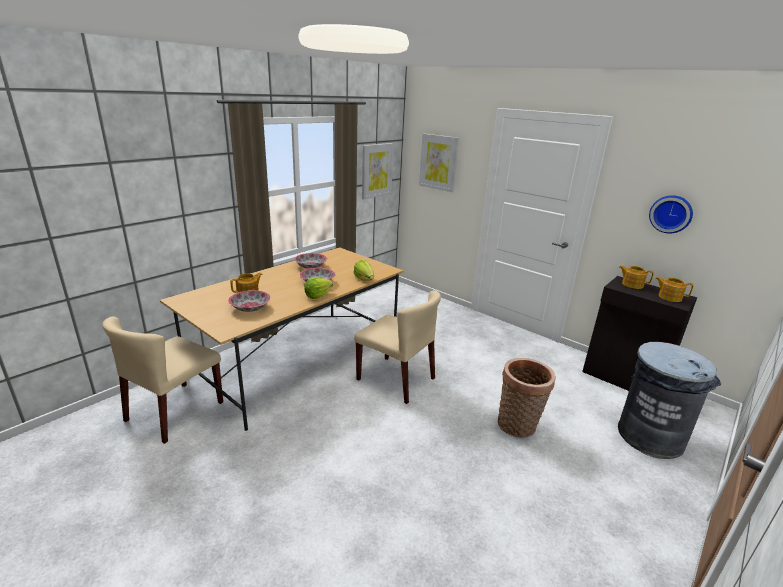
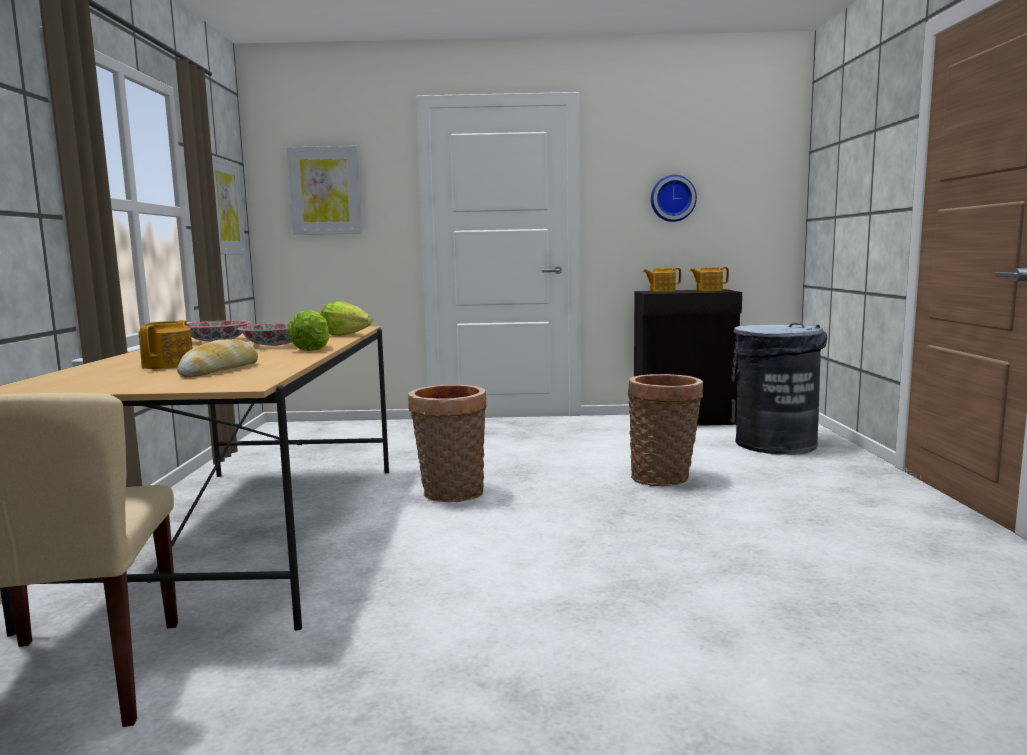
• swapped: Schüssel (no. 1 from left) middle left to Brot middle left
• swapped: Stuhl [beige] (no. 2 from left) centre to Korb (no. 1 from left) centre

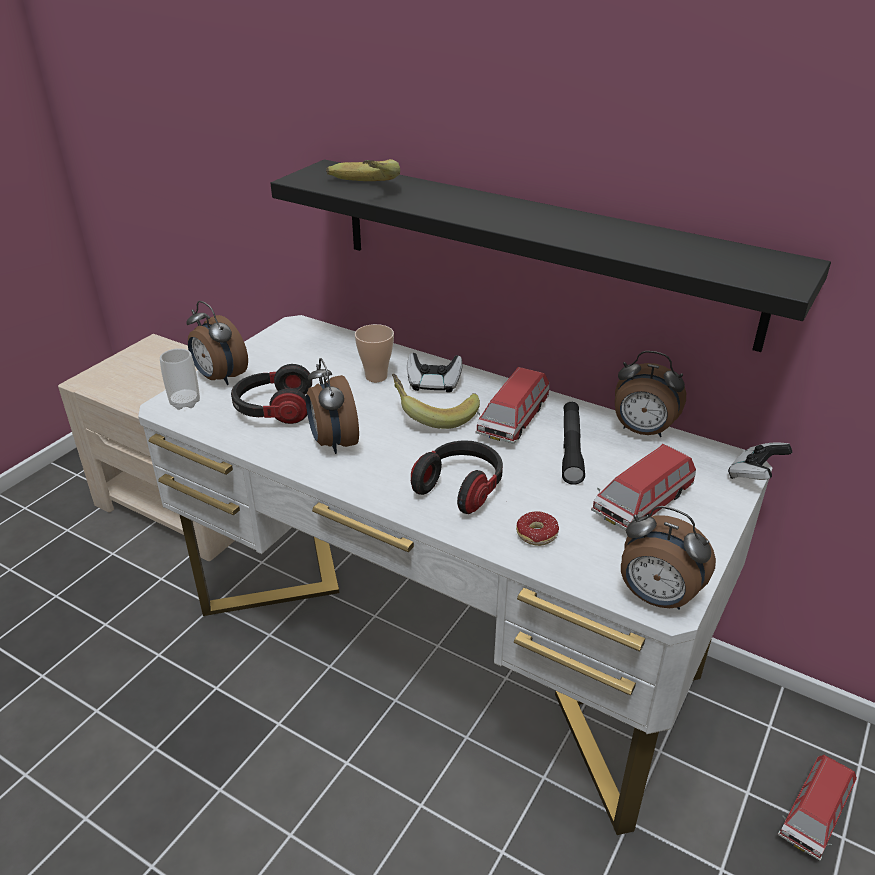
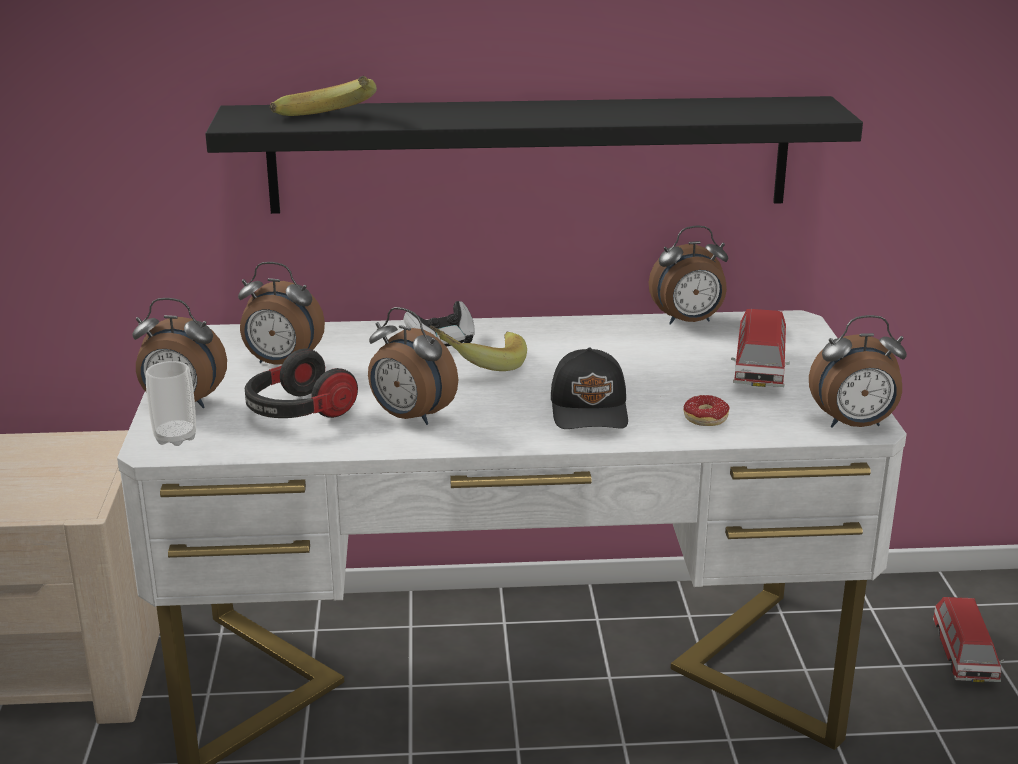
• gone: Tasse (no. 2 from left) centre
• gone: Spielzeugauto (no. 1 from left) centre
• gone: Taschenlampe [schwarz] centre
• gone: Gamepad (no. 2 from left) middle right
• new: Wecker (no. 2 from left) middle left
• swapped: Kopfhörer (no. 2 from left) centre to Kappe [schwarz] centre

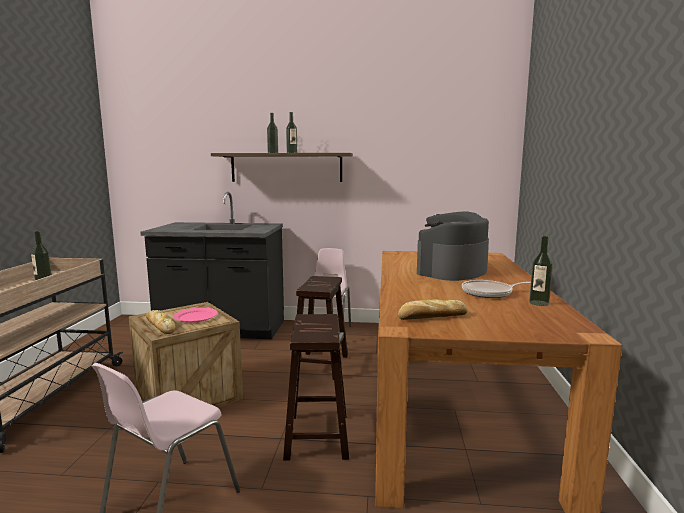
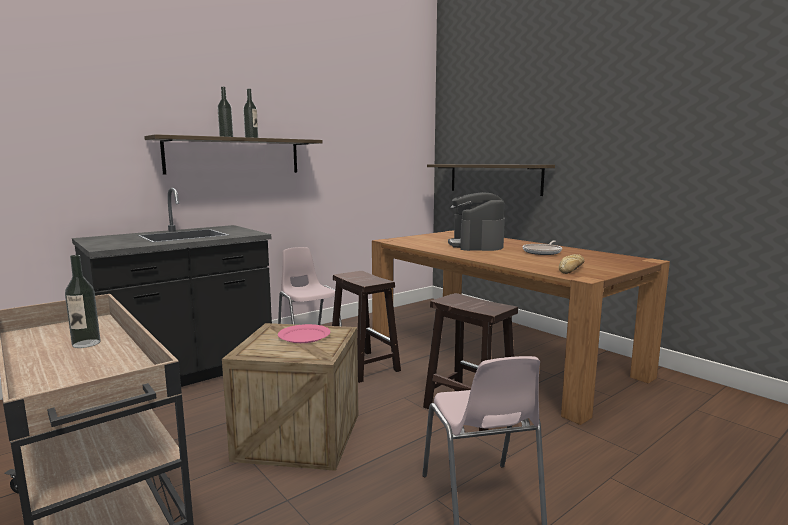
• gone: Brot (no. 1 from left) middle left
• gone: Flasche (no. 4 from left) middle right
• new: Wandregal (no. 2 from left) centre

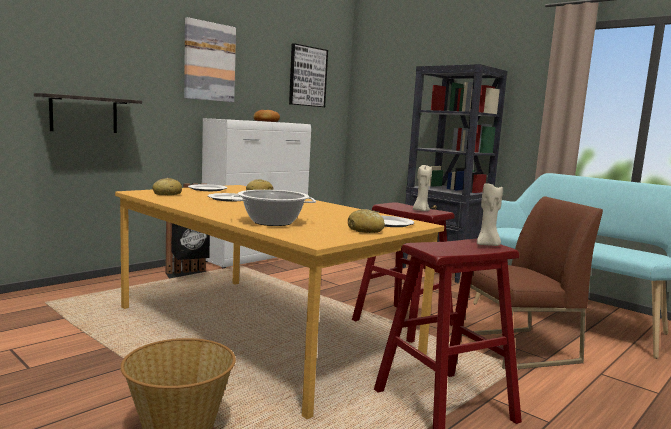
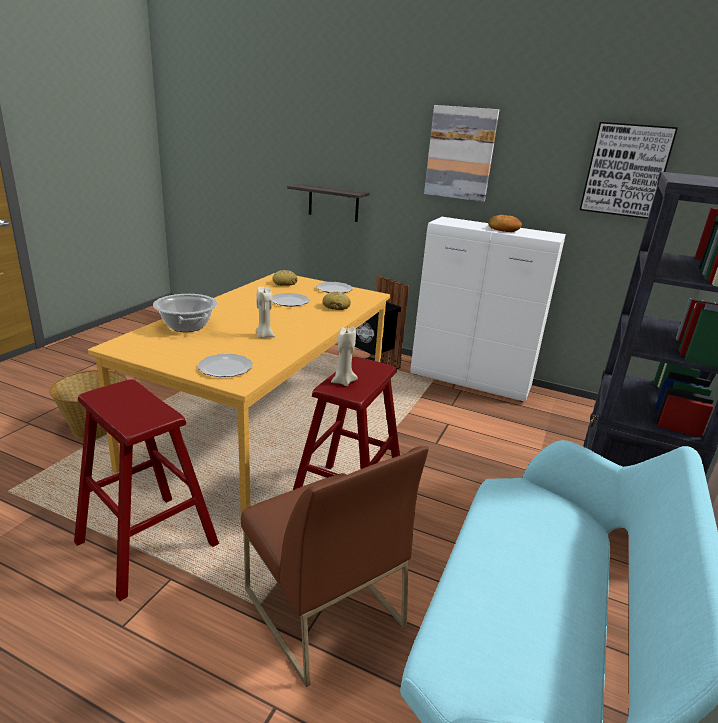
• gone: Brot (no. 4 from left) centre
• shifted: Kerze [beige] (no. 2 from left in the first image) middle right to Kerze [beige] (no. 1 from left) centre

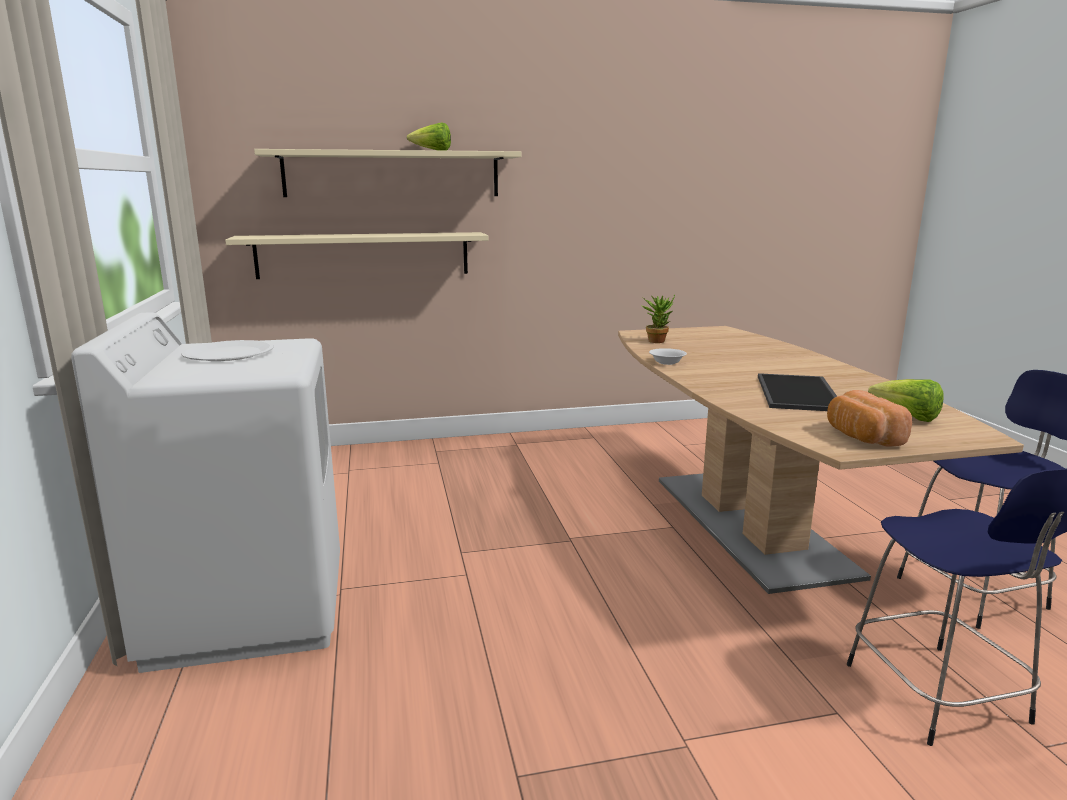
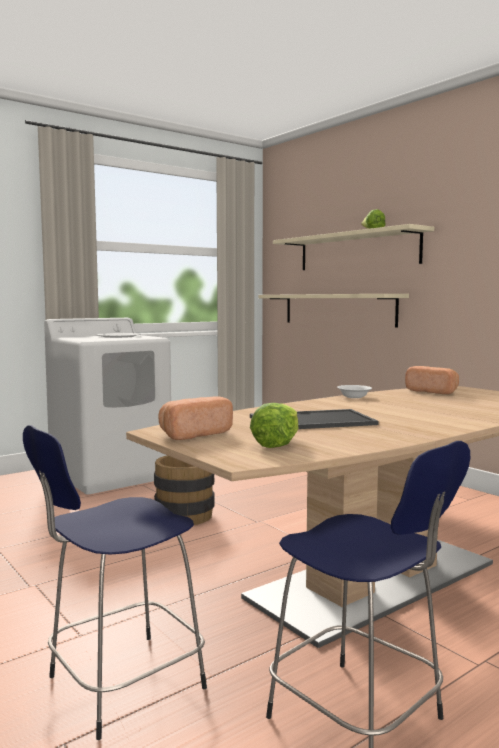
• new: Eimer [braun] centre
• swapped: Topfpflanze centre to Brot (no. 2 from left) middle right

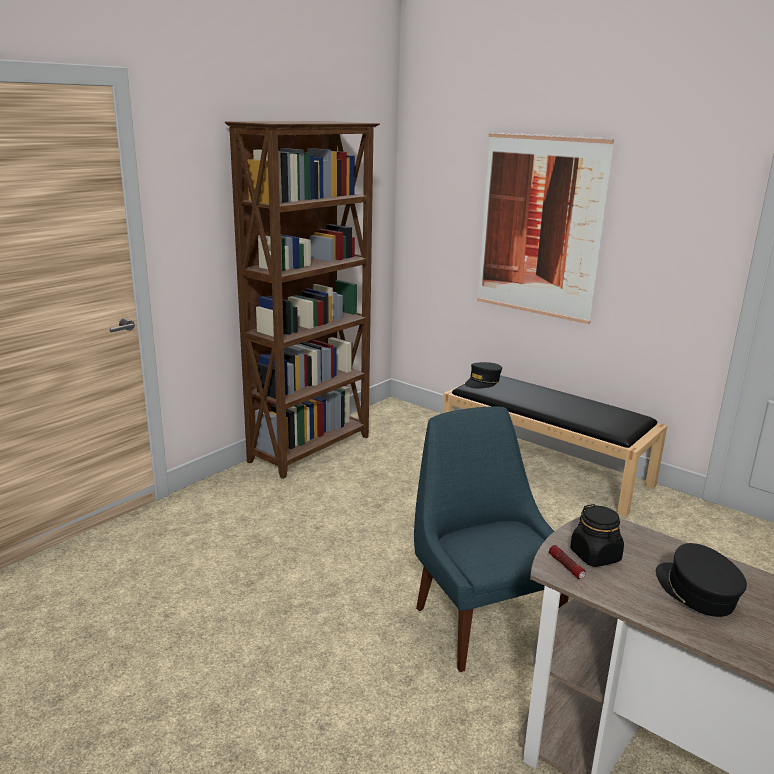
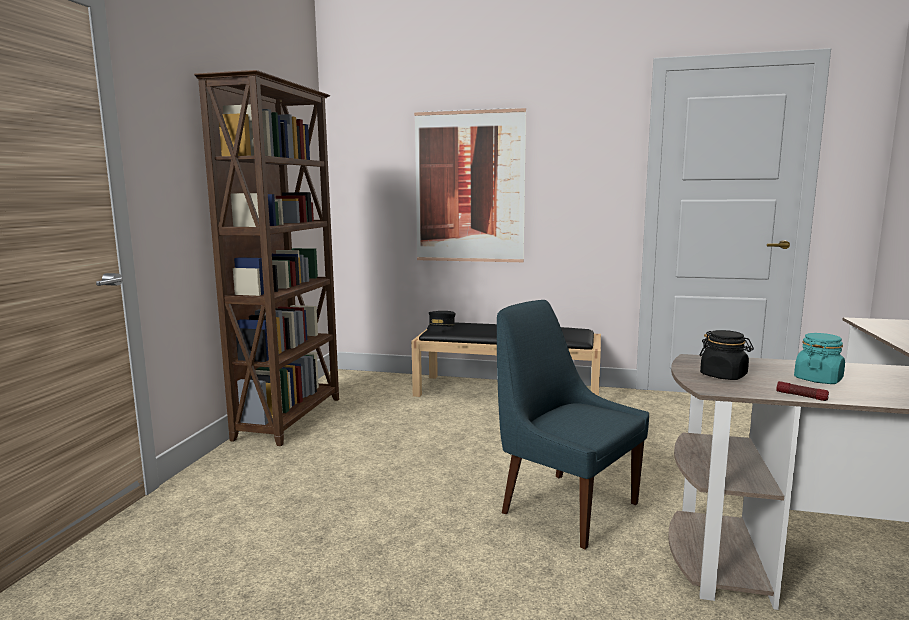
• shifted: Taschenlampe bottom right to middle right
• swapped: Kappe [schwarz] (no. 2 from left) bottom right to Vorratsglas [türkis] middle right

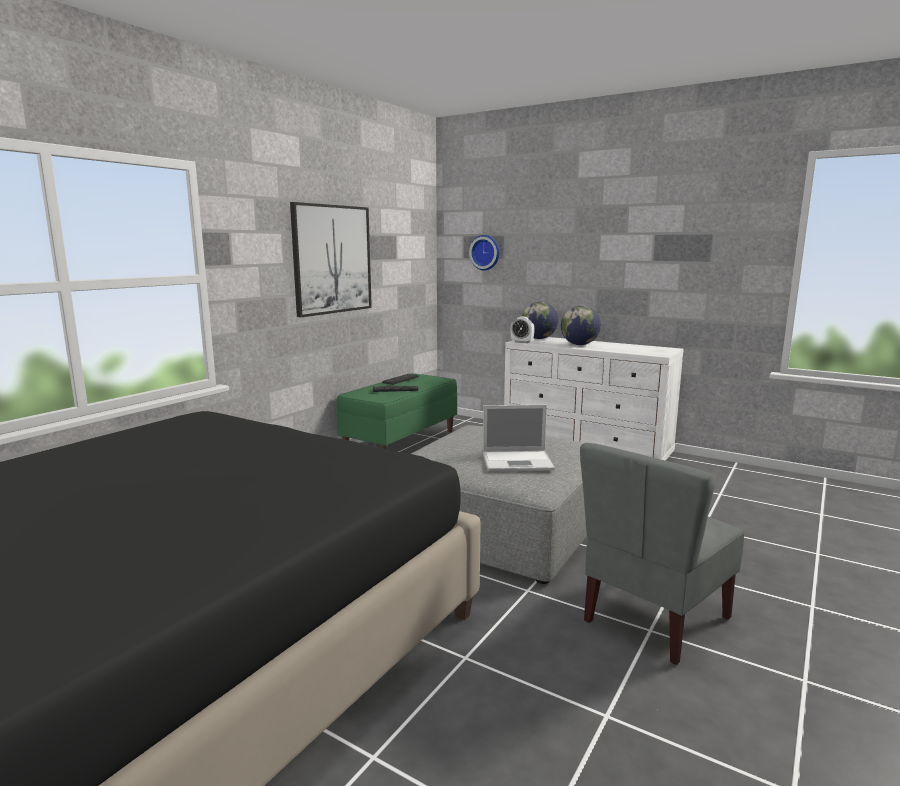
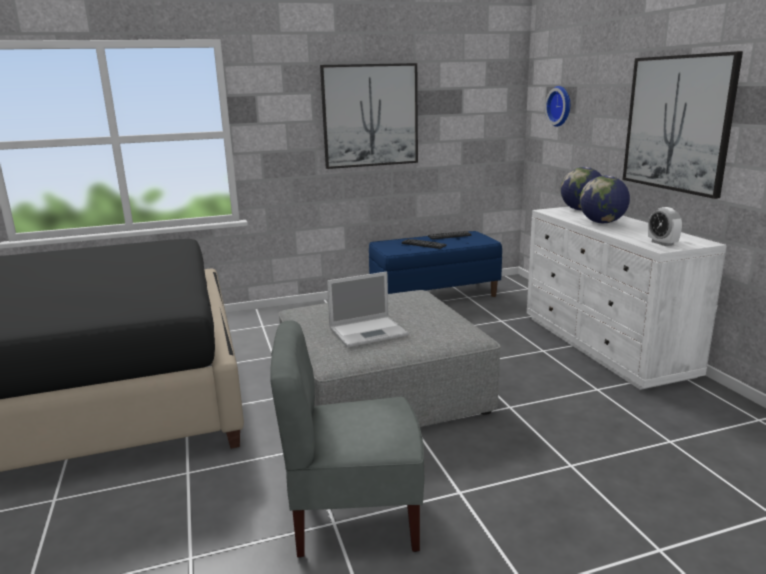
• new: Bild (no. 2 from left) top right
• shifted: Wecker centre to middle right
• repainted: Bank [grün] centre to Bank [blau] centre
• rotated: Laptop centre = centre 60 degrees counterclockwise

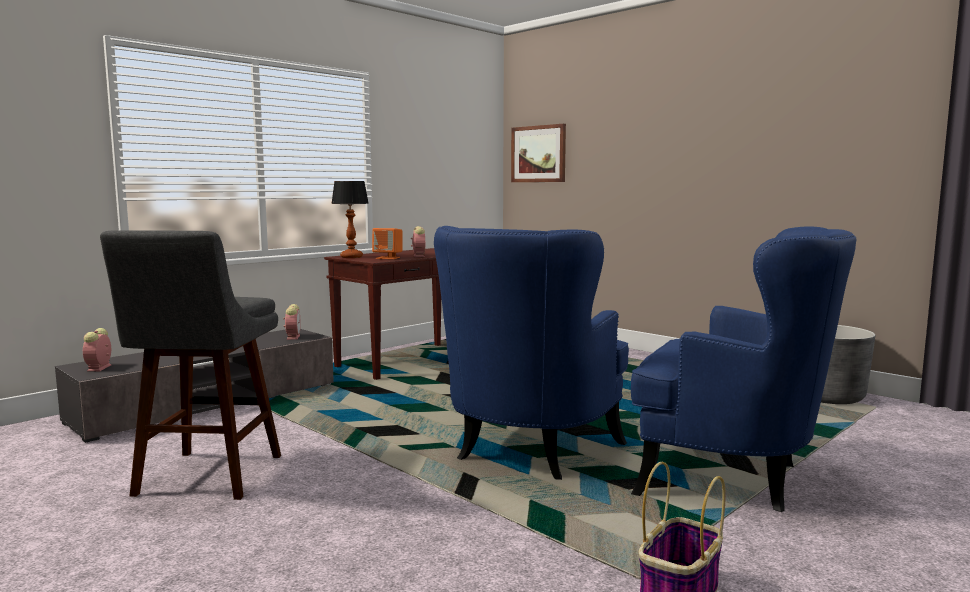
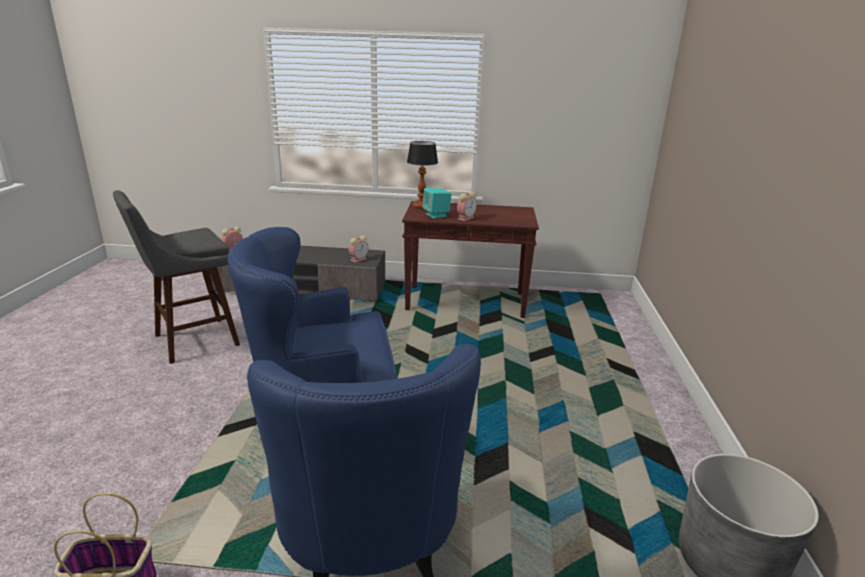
• gone: Bild top centre
• repainted: Lautsprecher [orange] centre to Lautsprecher [türkis] centre

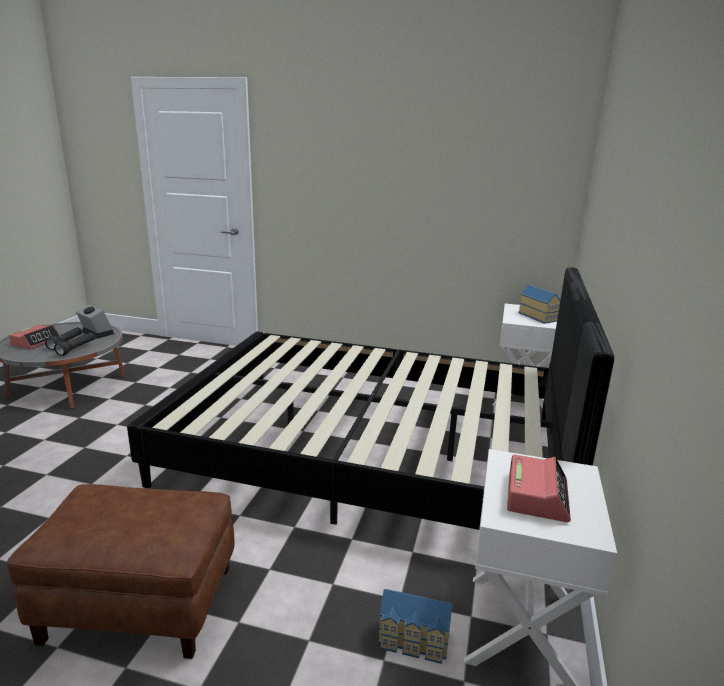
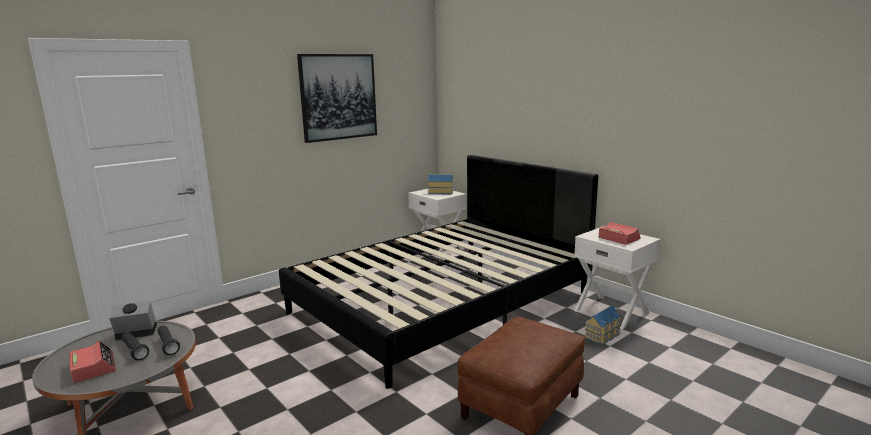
• new: Bild top centre

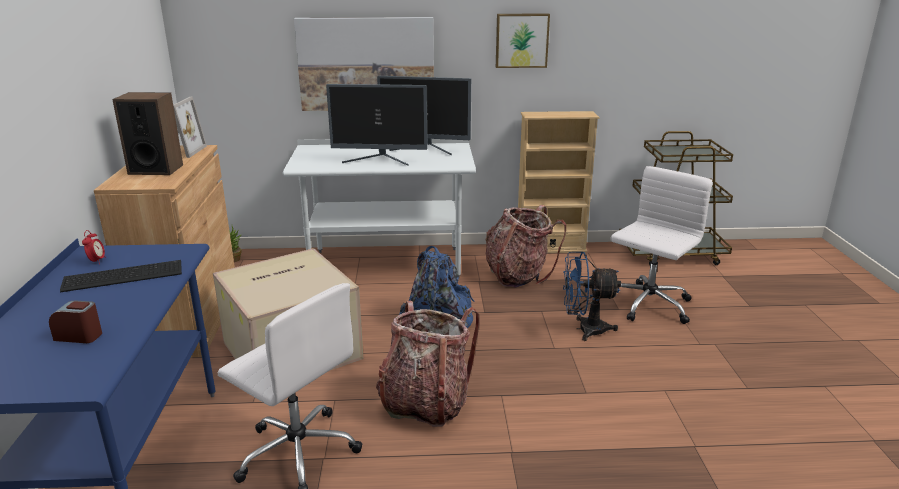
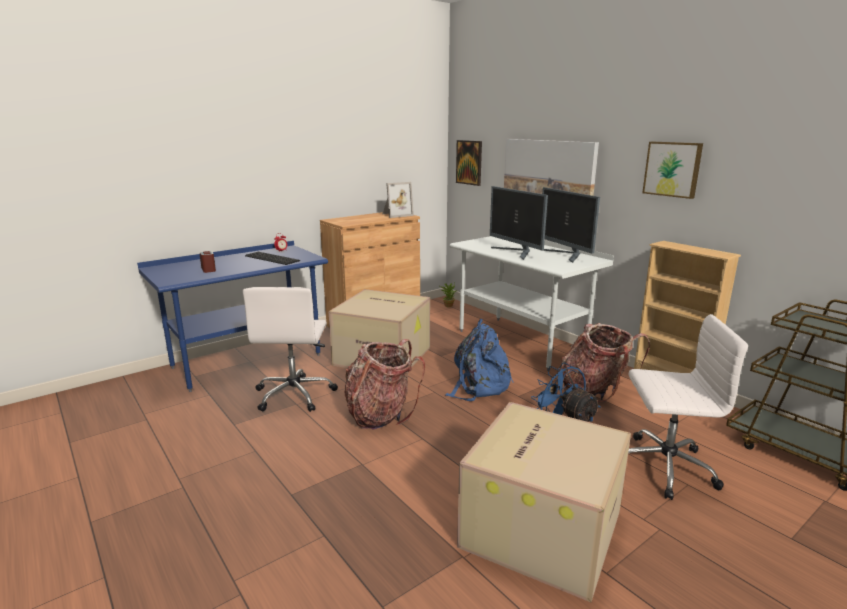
• gone: Lautsprecher top left
• new: Bild (no. 1 from left) top centre
• new: Karton (no. 2 from left) bottom centre

